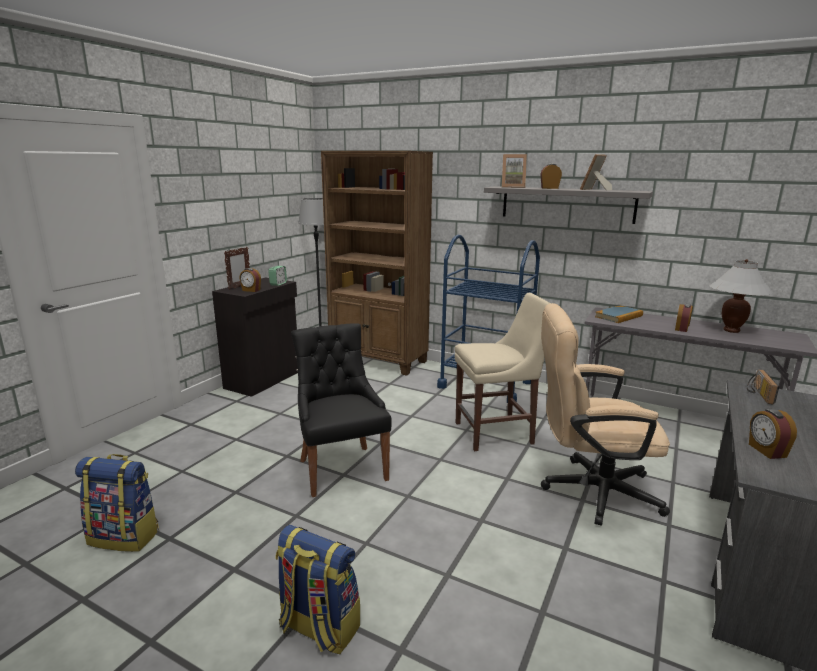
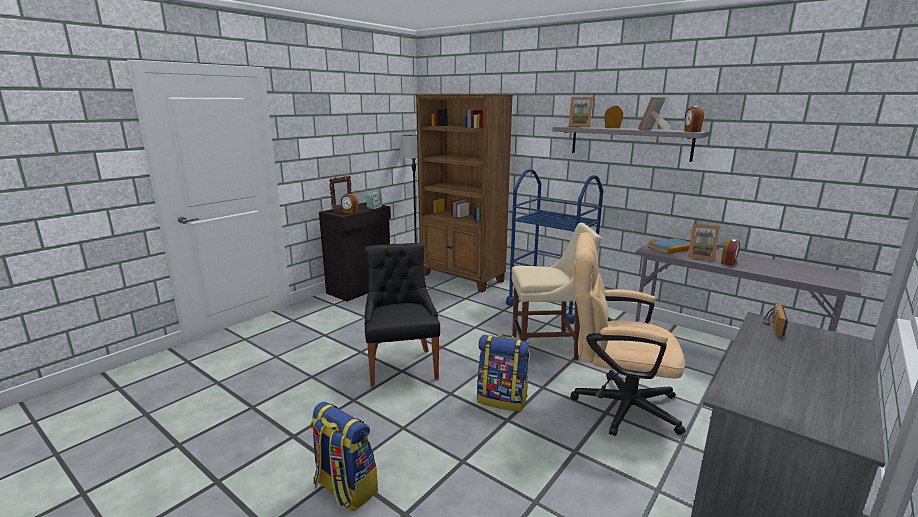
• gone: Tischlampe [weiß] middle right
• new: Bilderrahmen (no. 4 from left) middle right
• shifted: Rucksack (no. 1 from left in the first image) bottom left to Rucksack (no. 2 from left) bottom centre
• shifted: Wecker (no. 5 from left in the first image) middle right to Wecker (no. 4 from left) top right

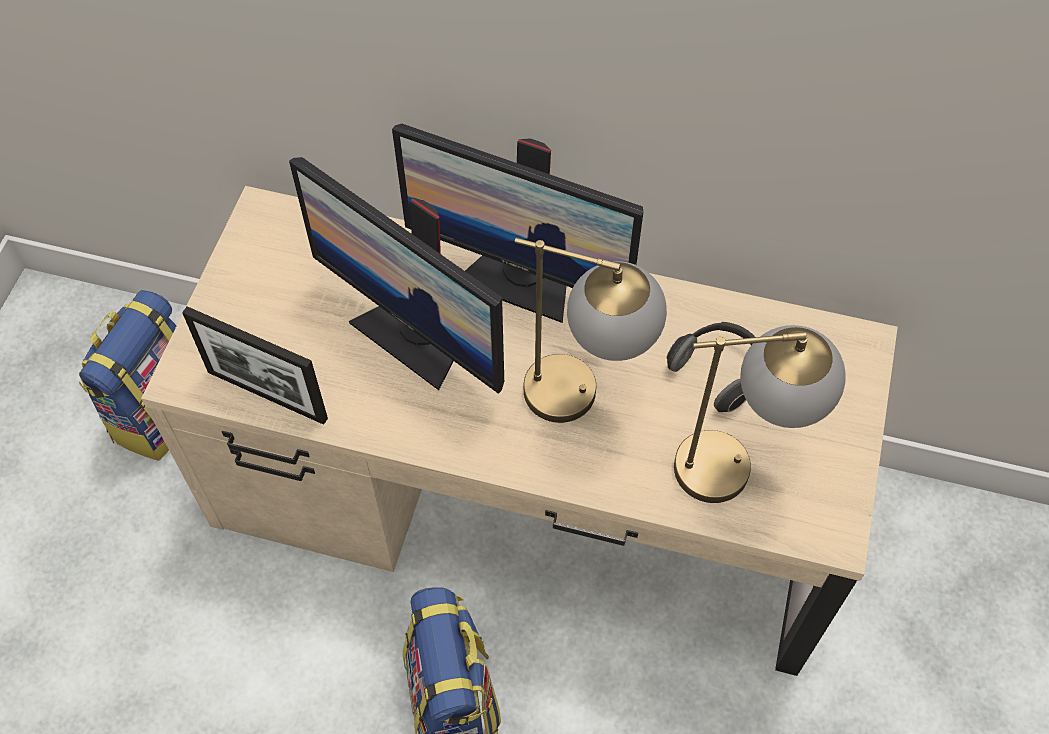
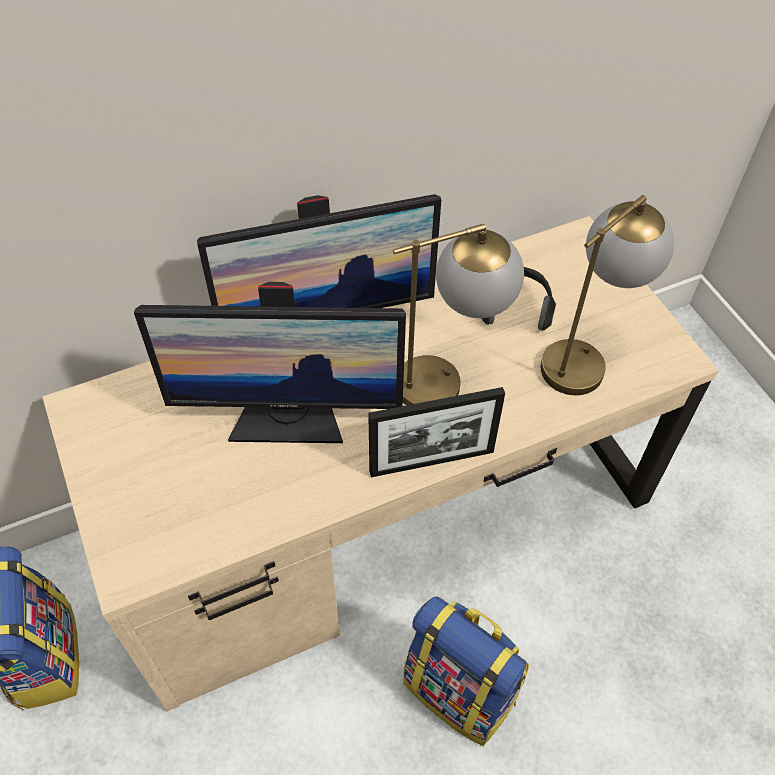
• shifted: Bilderrahmen middle left to centre

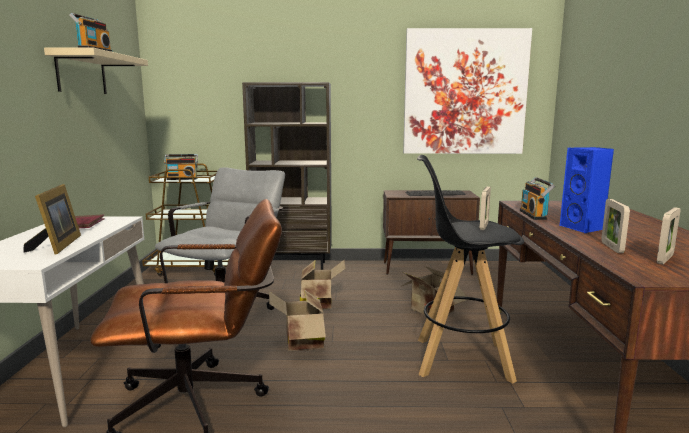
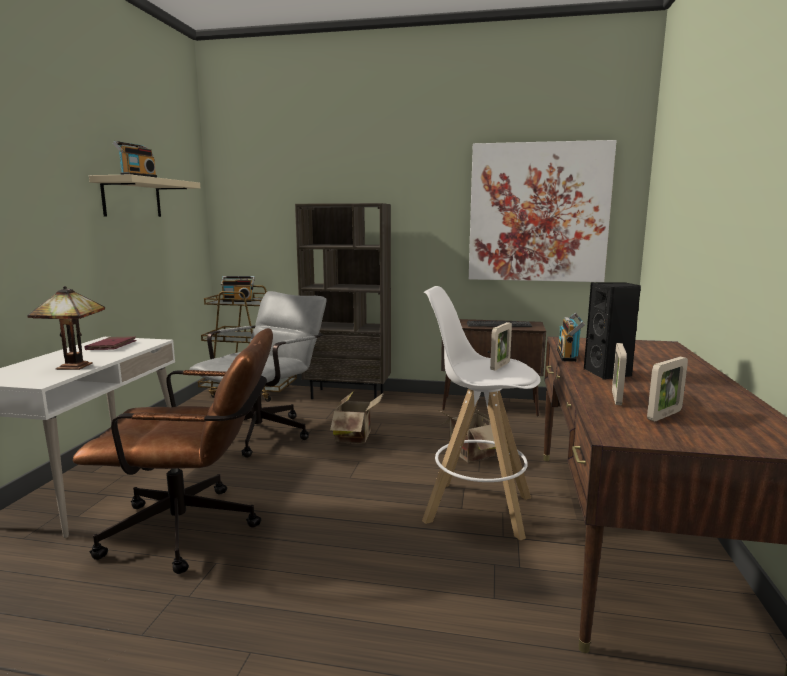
• gone: Karton (no. 1 from left) bottom centre
• swapped: Bilderrahmen (no. 1 from left) middle left to Tischlampe middle left
• repainted: Hocker [schwarz] middle right to Hocker [weiß] centre
• repainted: Lautsprecher [blau] middle right to Lautsprecher [schwarz] middle right

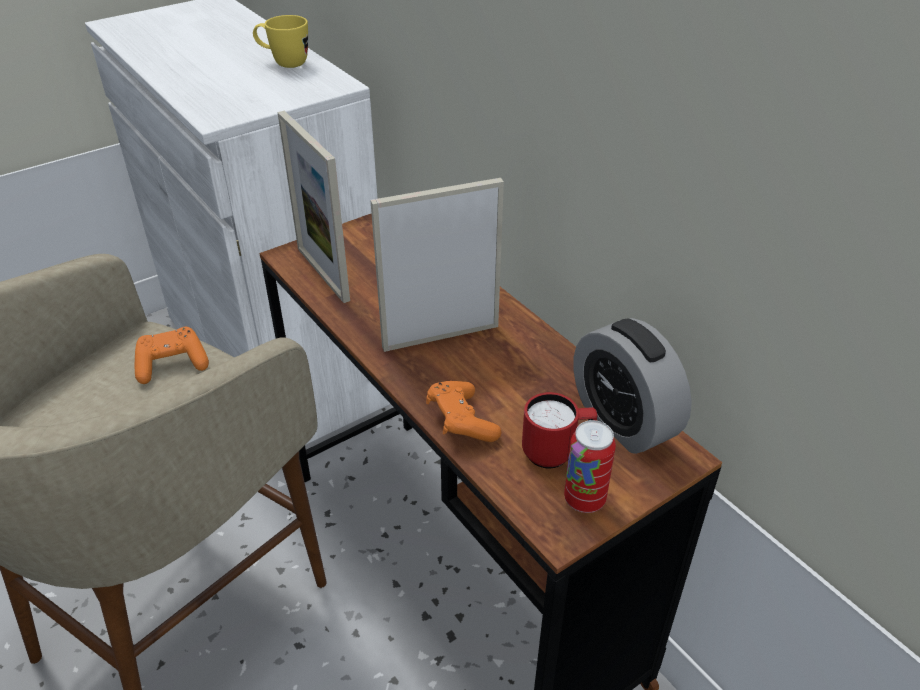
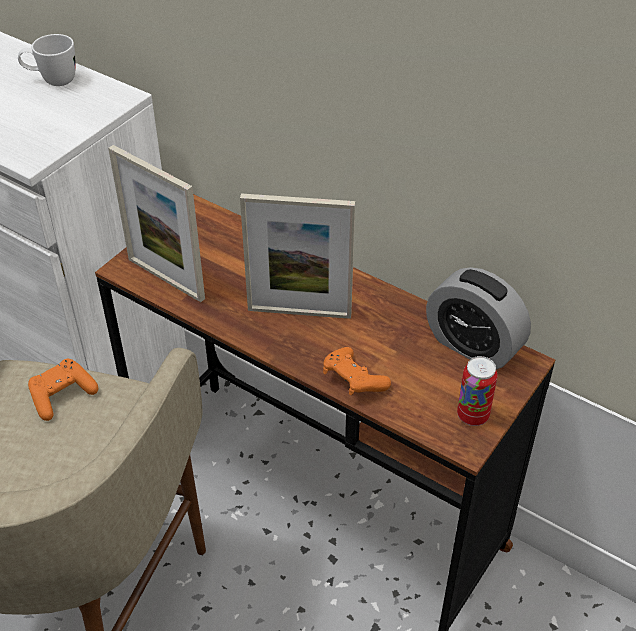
• gone: Henkelbecher [rot] centre
• repainted: Henkelbecher [gelb] top left to Henkelbecher [weiß] top left
• rotated: Bilderrahmen (no. 2 from left) centre = centre 135 degrees counterclockwise

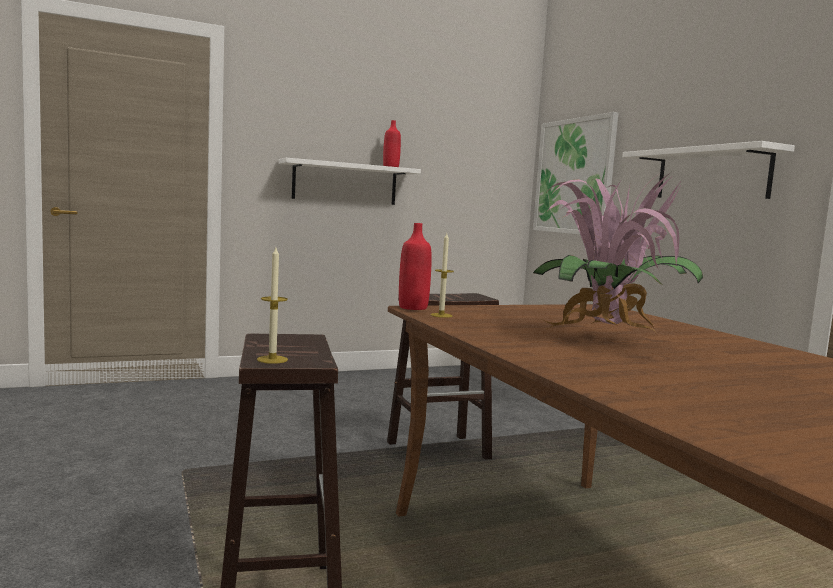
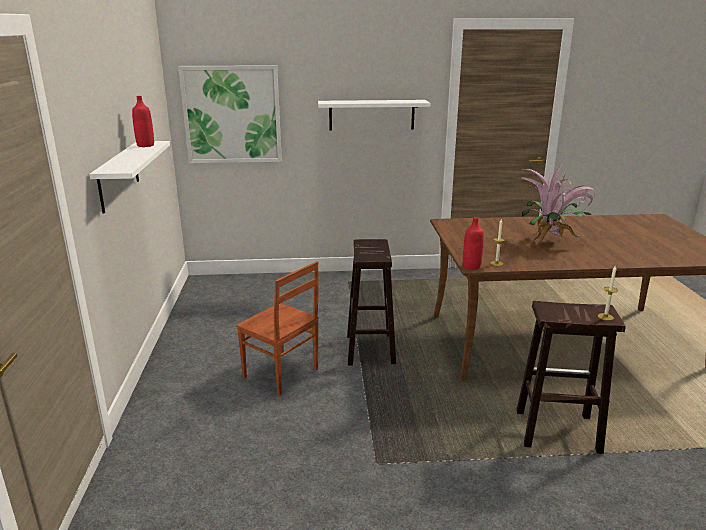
• new: Stuhl [braun] centre

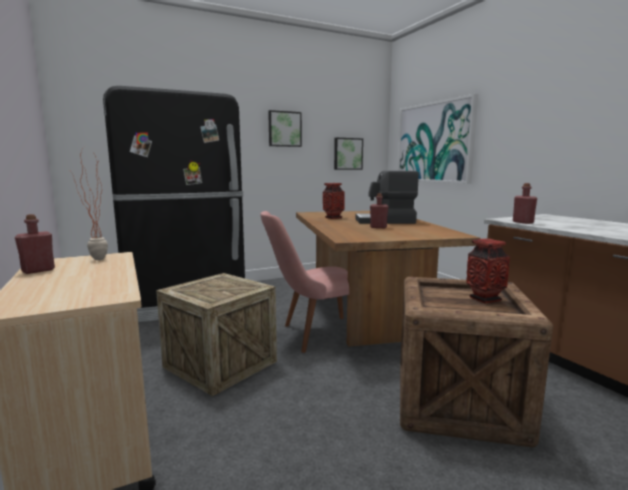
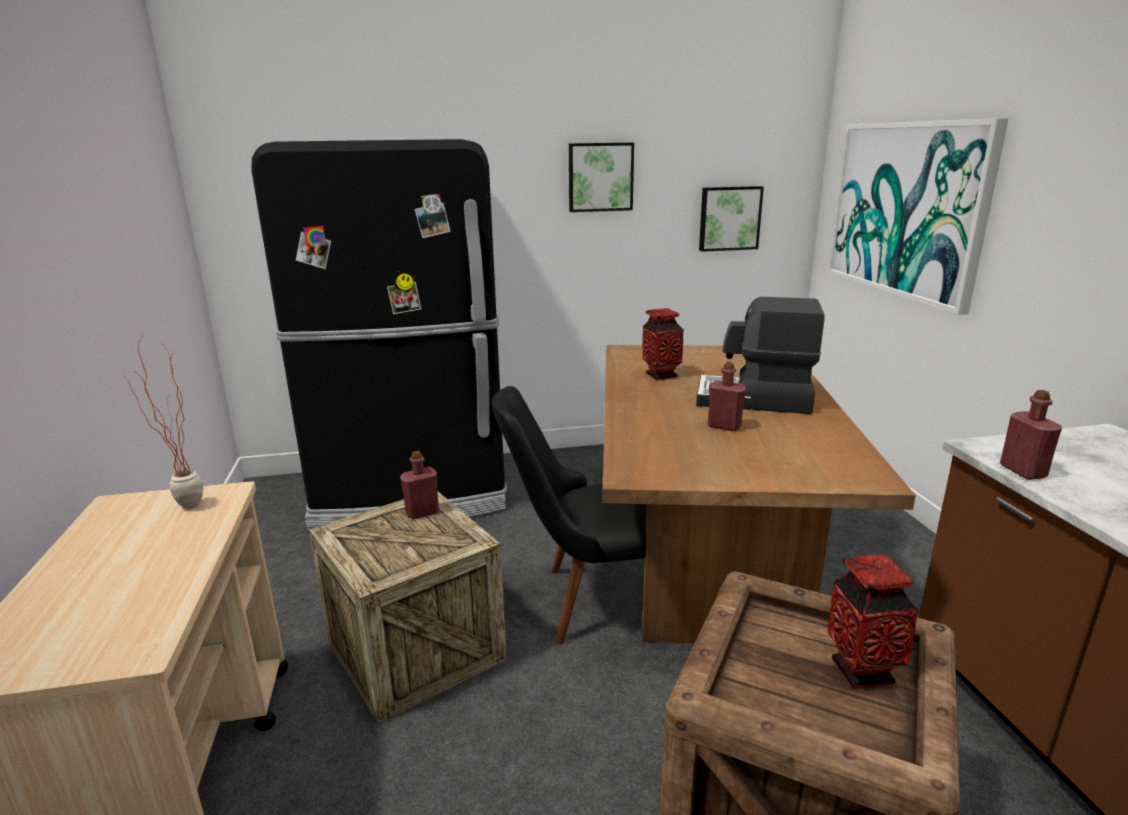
• shifted: Flasche [rot] (no. 1 from left) middle left to centre
• repainted: Stuhl [rosa] centre to Stuhl [schwarz] centre

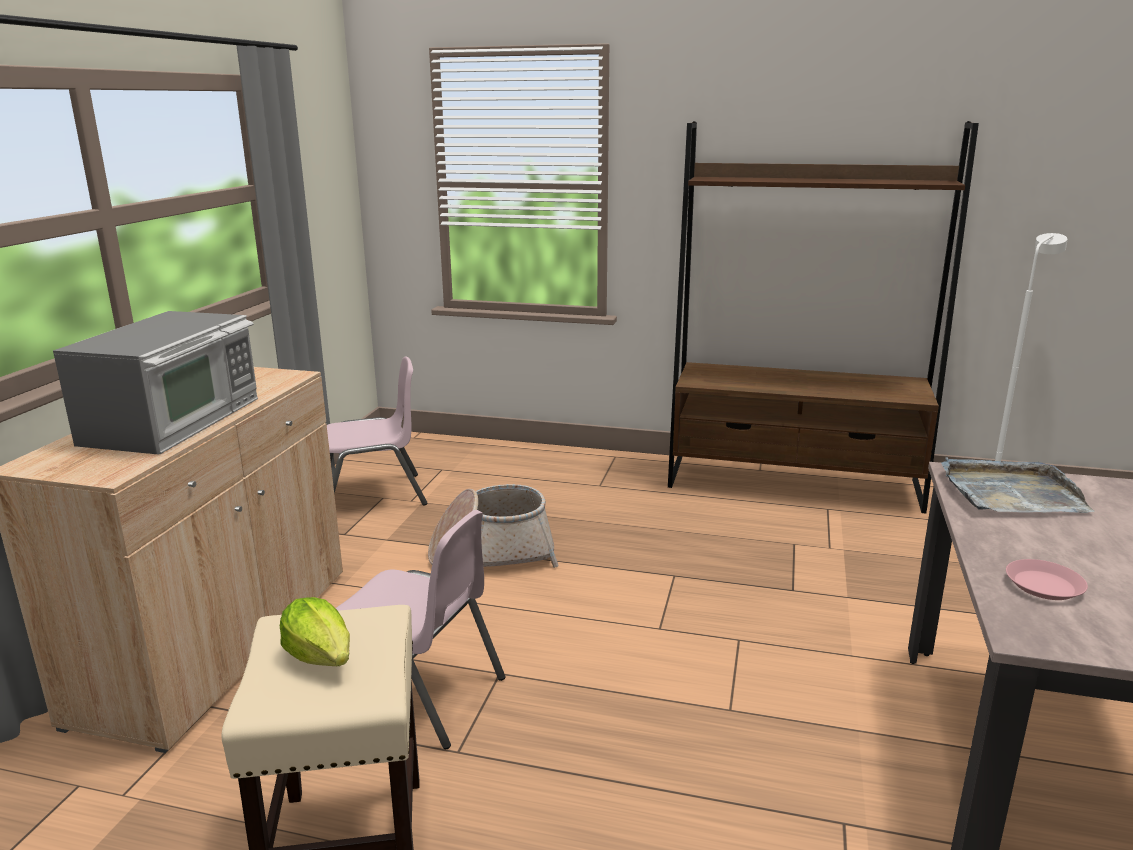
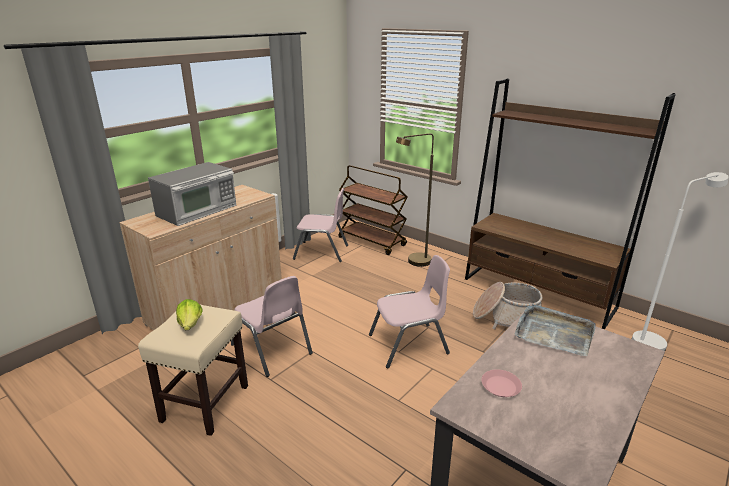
• new: Rollwagen [braun] centre
• new: Stuhl [rosa] (no. 3 from left) centre
• new: Stehlampe [braun] centre
• shifted: Korb centre to middle right

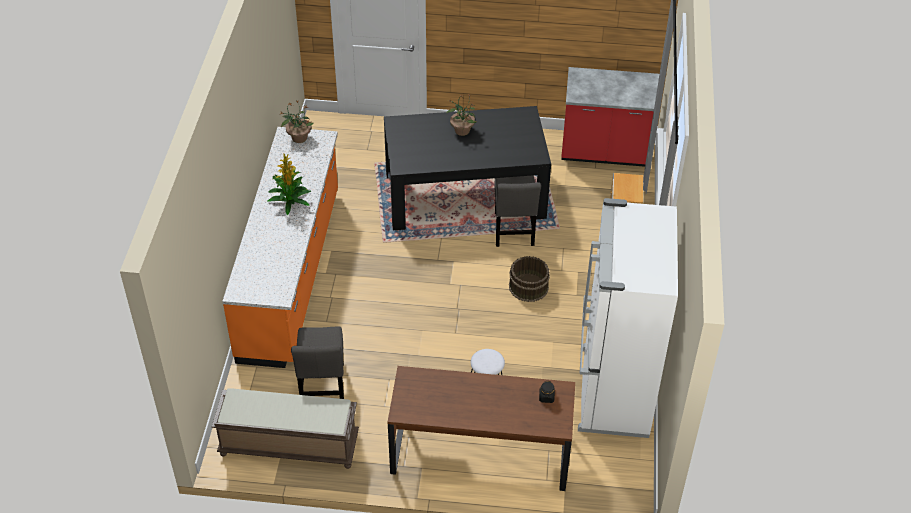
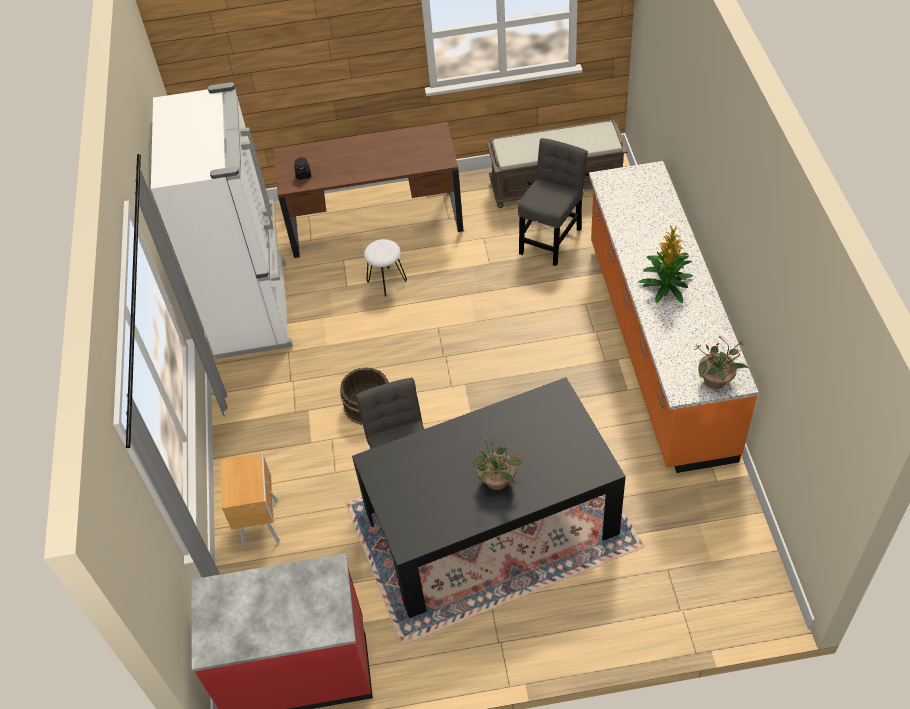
• rotated: Stuhl [grau] (no. 1 from left in the first image) bottom centre = top centre 45 degrees clockwise

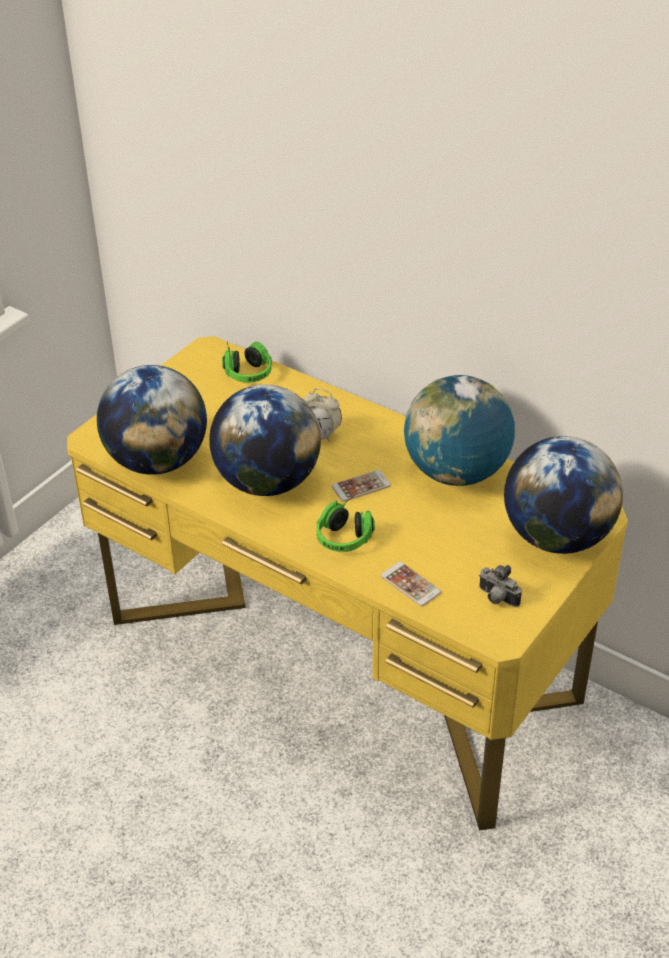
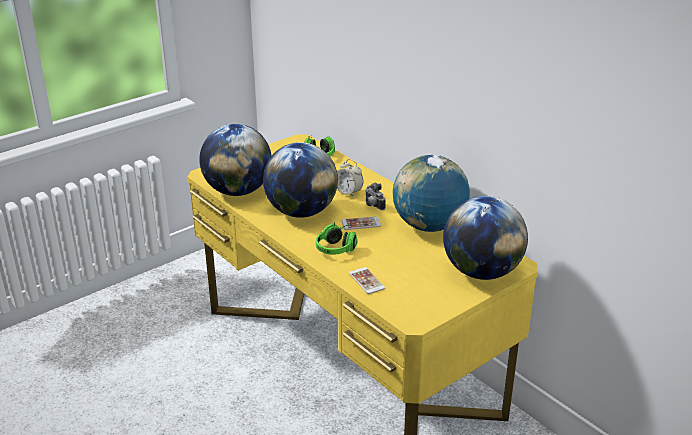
• shifted: Kamera middle right to centre

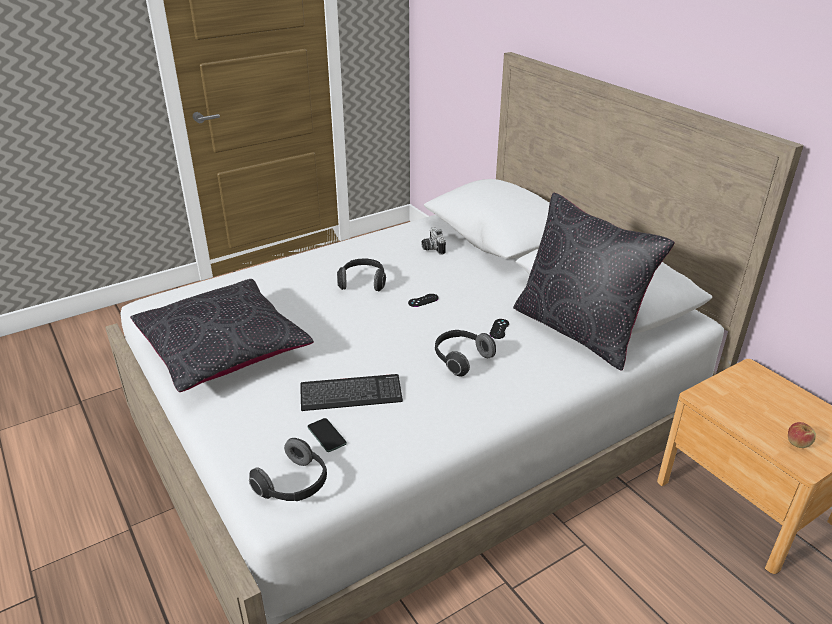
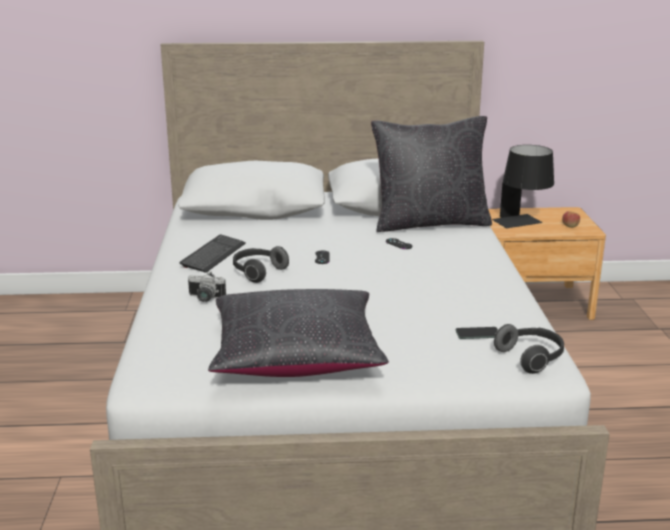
• gone: Kopfhörer (no. 3 from left) centre
• new: Tischlampe [schwarz] middle right
• shifted: Tastatur centre to middle left
• shifted: Kamera centre to middle left

